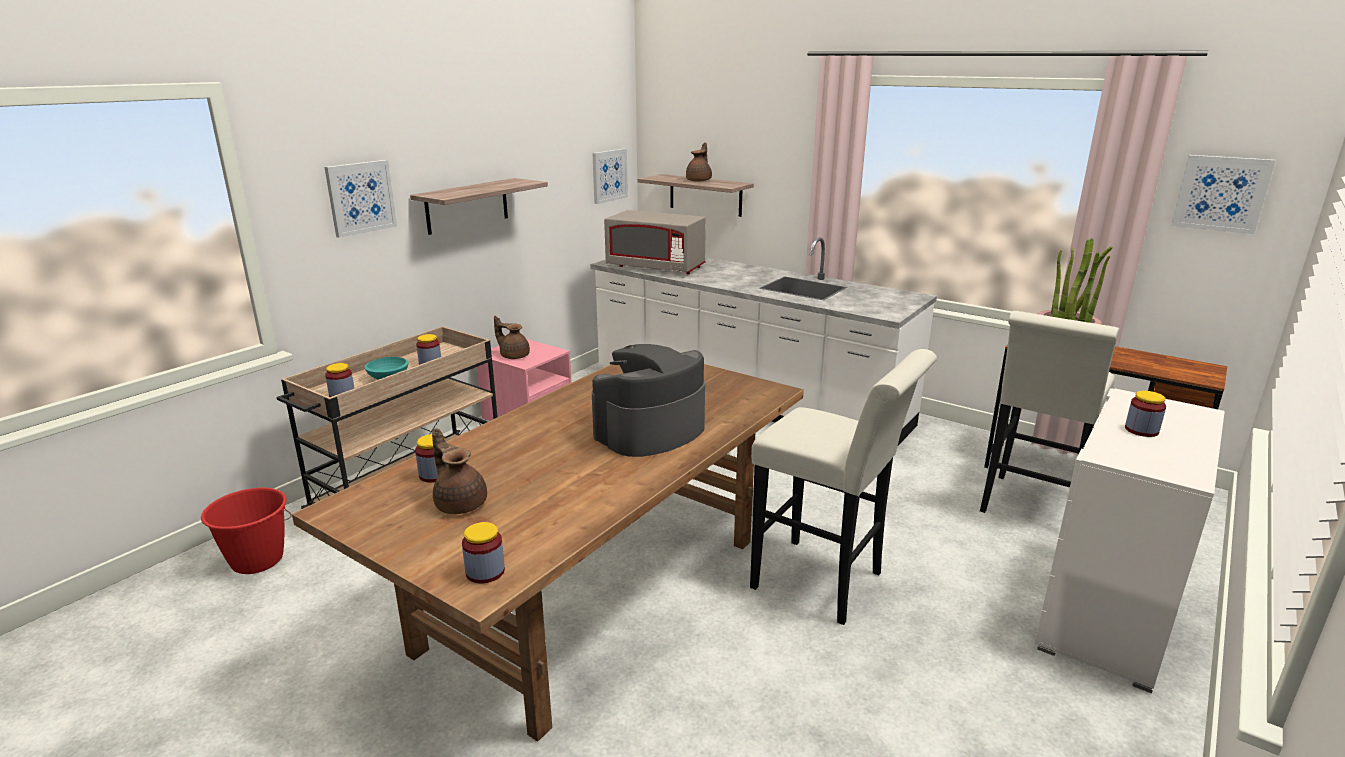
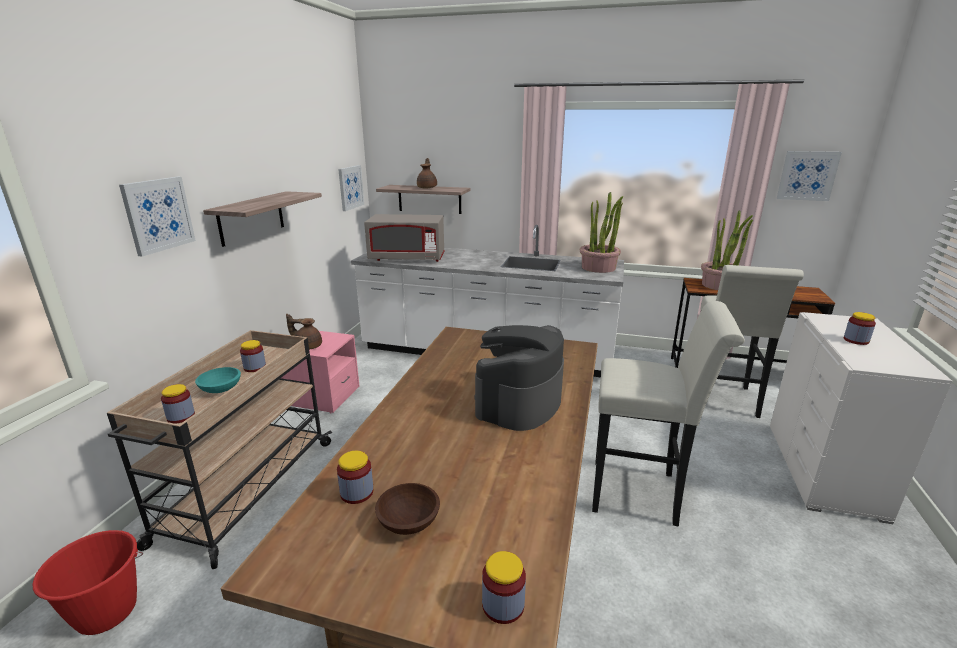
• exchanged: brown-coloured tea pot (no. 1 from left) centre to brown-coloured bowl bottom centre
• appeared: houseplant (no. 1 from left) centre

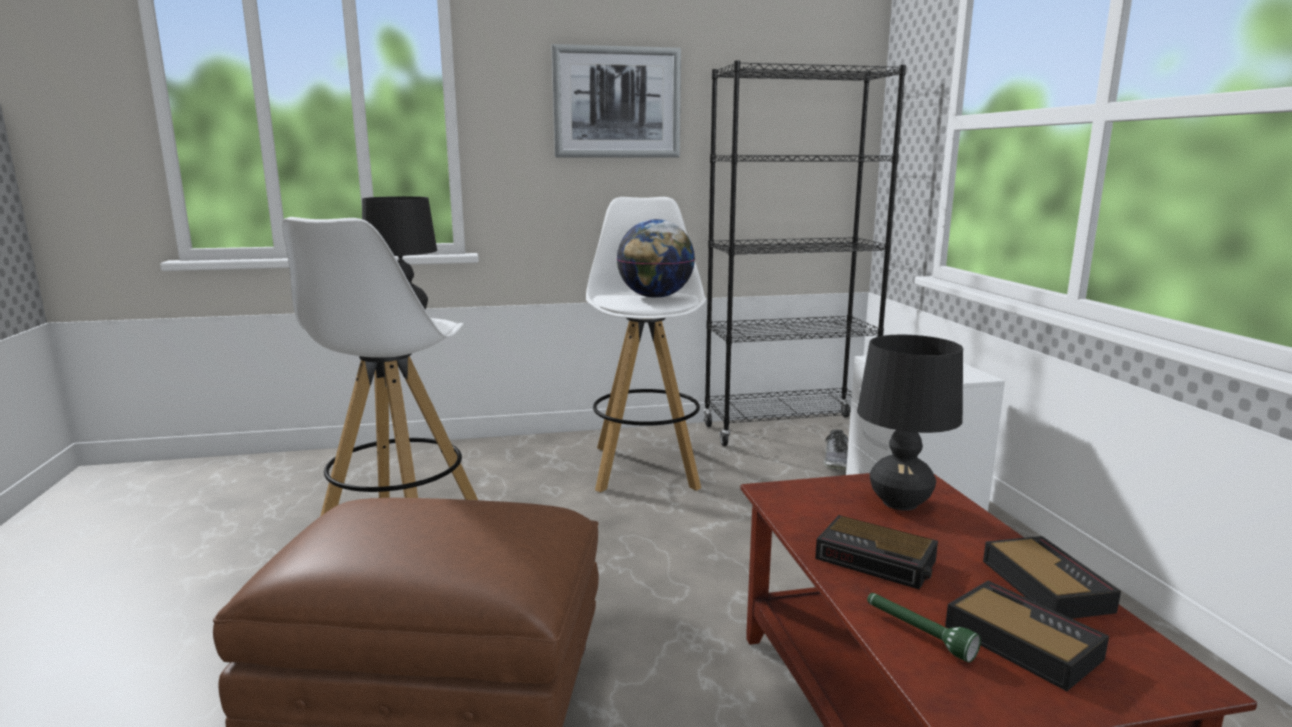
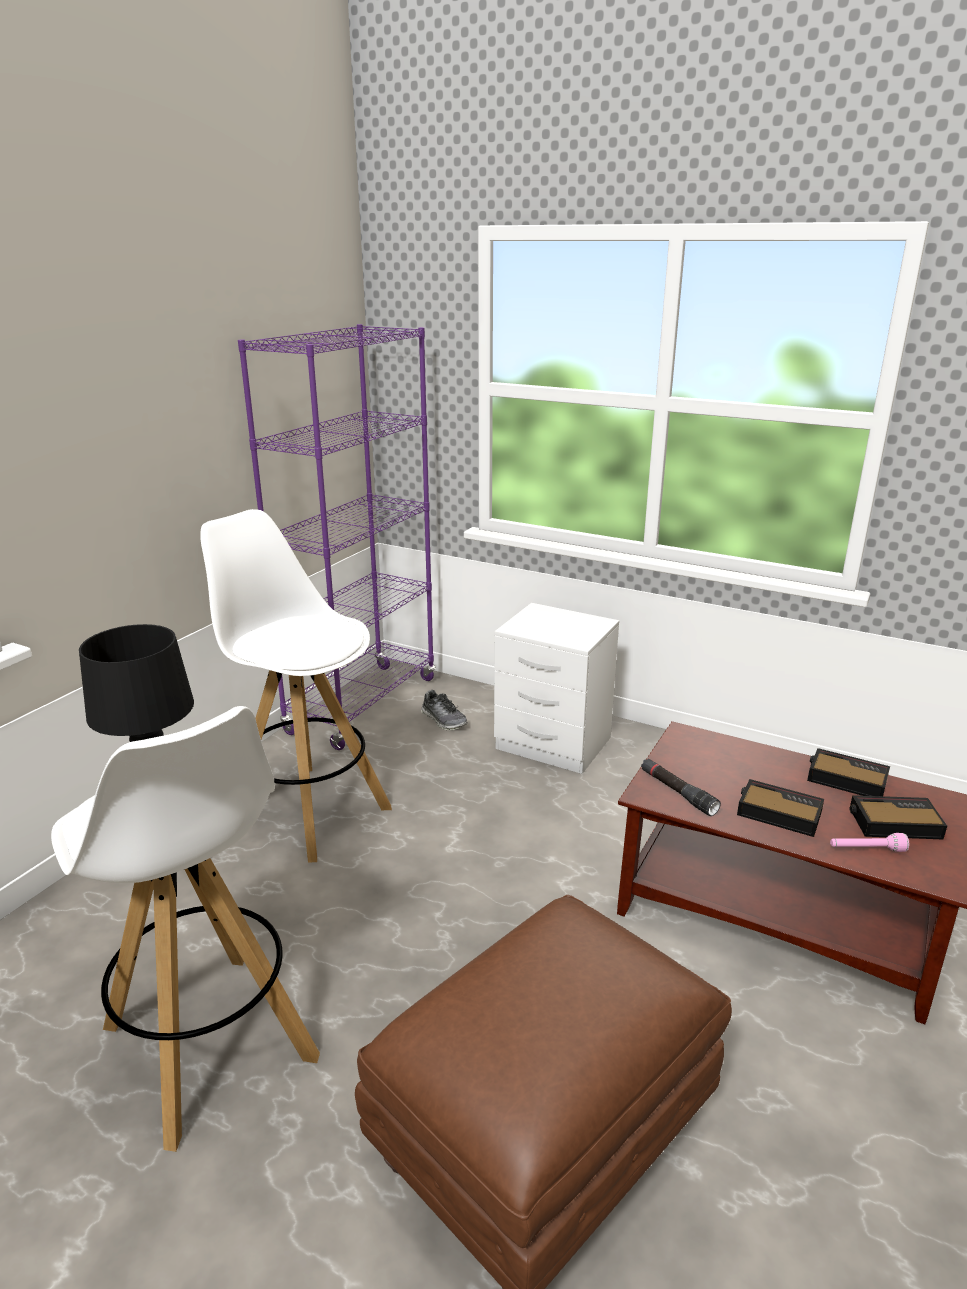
• colour: blackish bookcase centre to purple bookcase centre
• appeared: blackish flashlight middle right
• spun: table clock (no. 1 from left) bottom right = middle right 135 degrees counterclockwise
• colour: greenish flashlight bottom right to pink flashlight middle right
• missing: wall picture top centre
• missing: globe centre
• missing: blackish lamp for a table (no. 2 from left) middle right

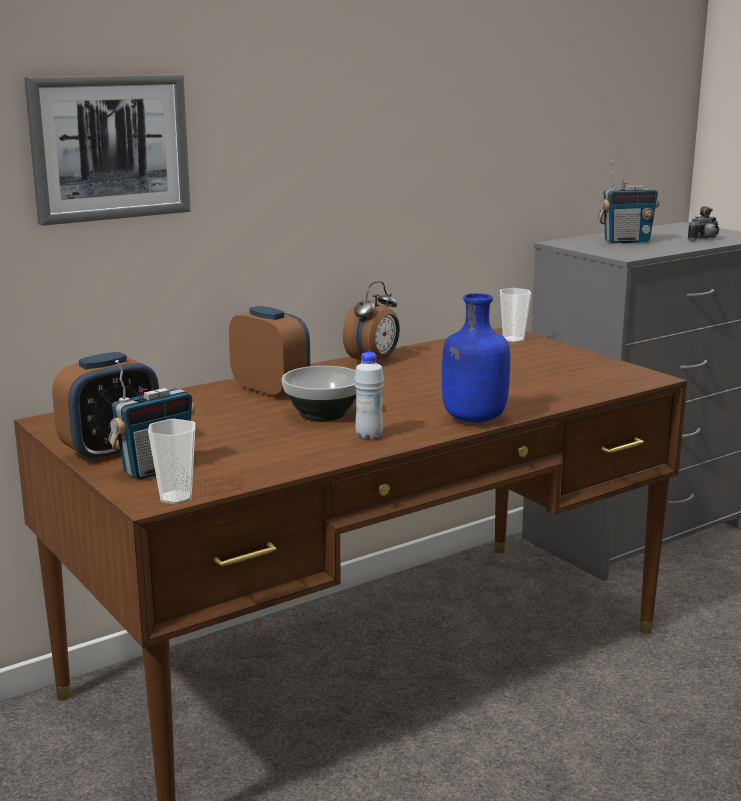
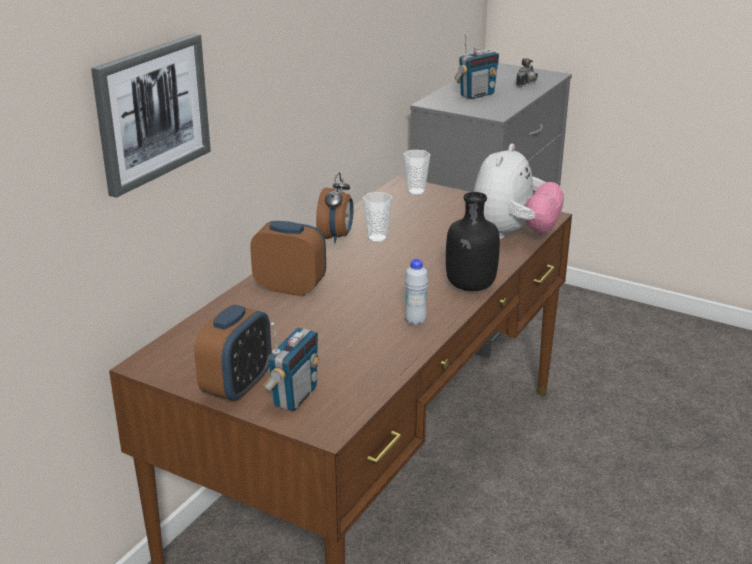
• relocated: small cup (no. 1 from left) middle left to centre
• colour: blue-coloured bottle centre to blackish bottle centre
• appeared: soft toy middle right
• missing: bowl centre

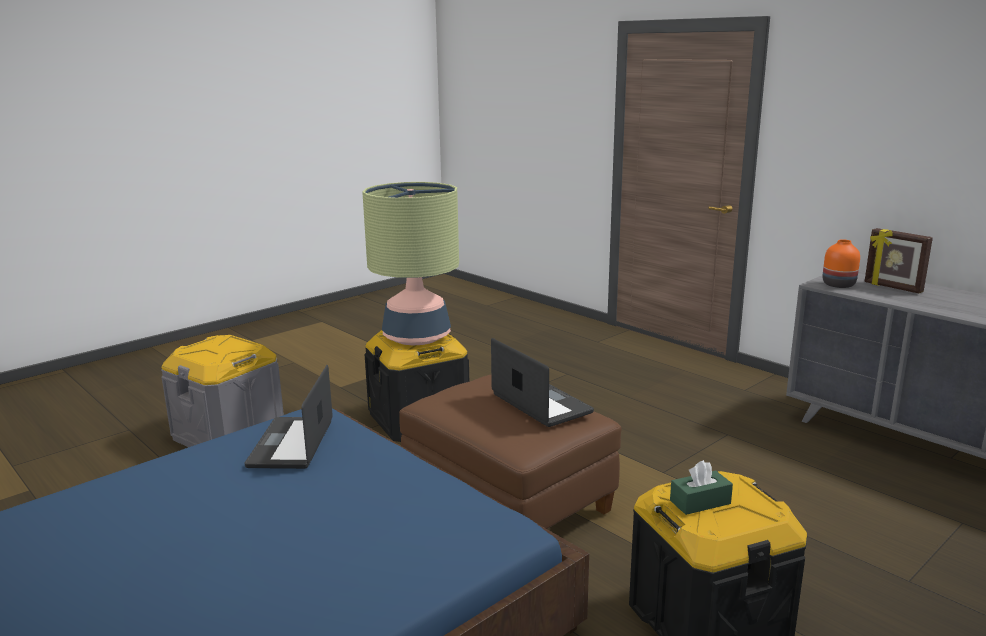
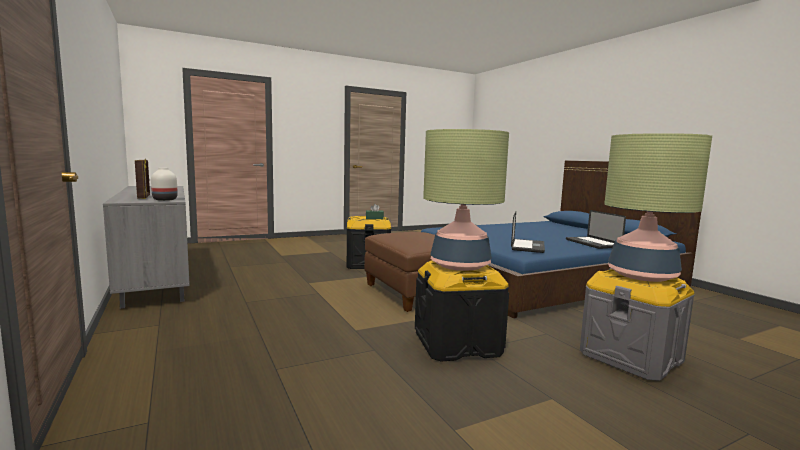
• colour: orange-coloured vase middle right to white vase middle left
• relocated: portable computer (no. 2 from left) centre to middle right
• appeared: lamp for a table (no. 2 from left) middle right

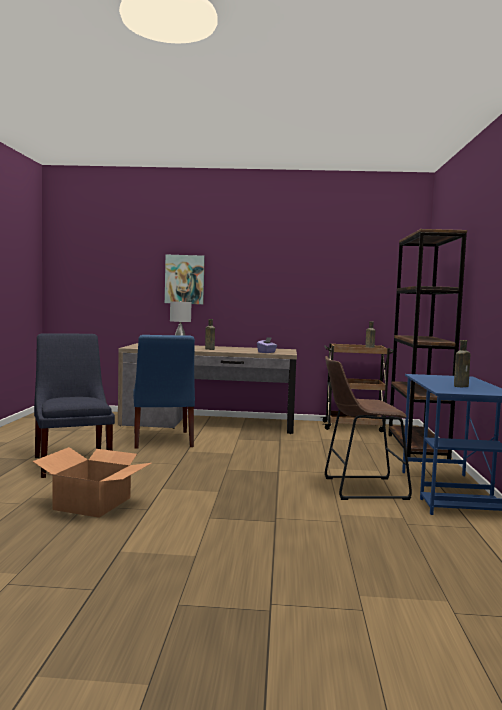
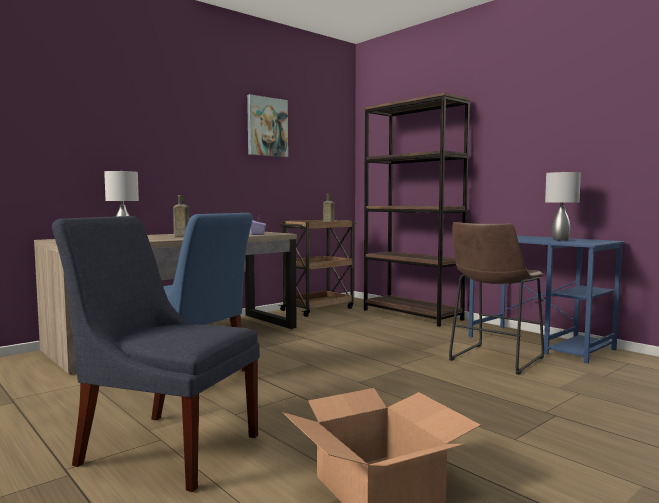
• relocated: wall picture centre to top centre
• exchanged: brown-coloured bottle (no. 3 from left) middle right to grey lamp for a table (no. 2 from left) middle right

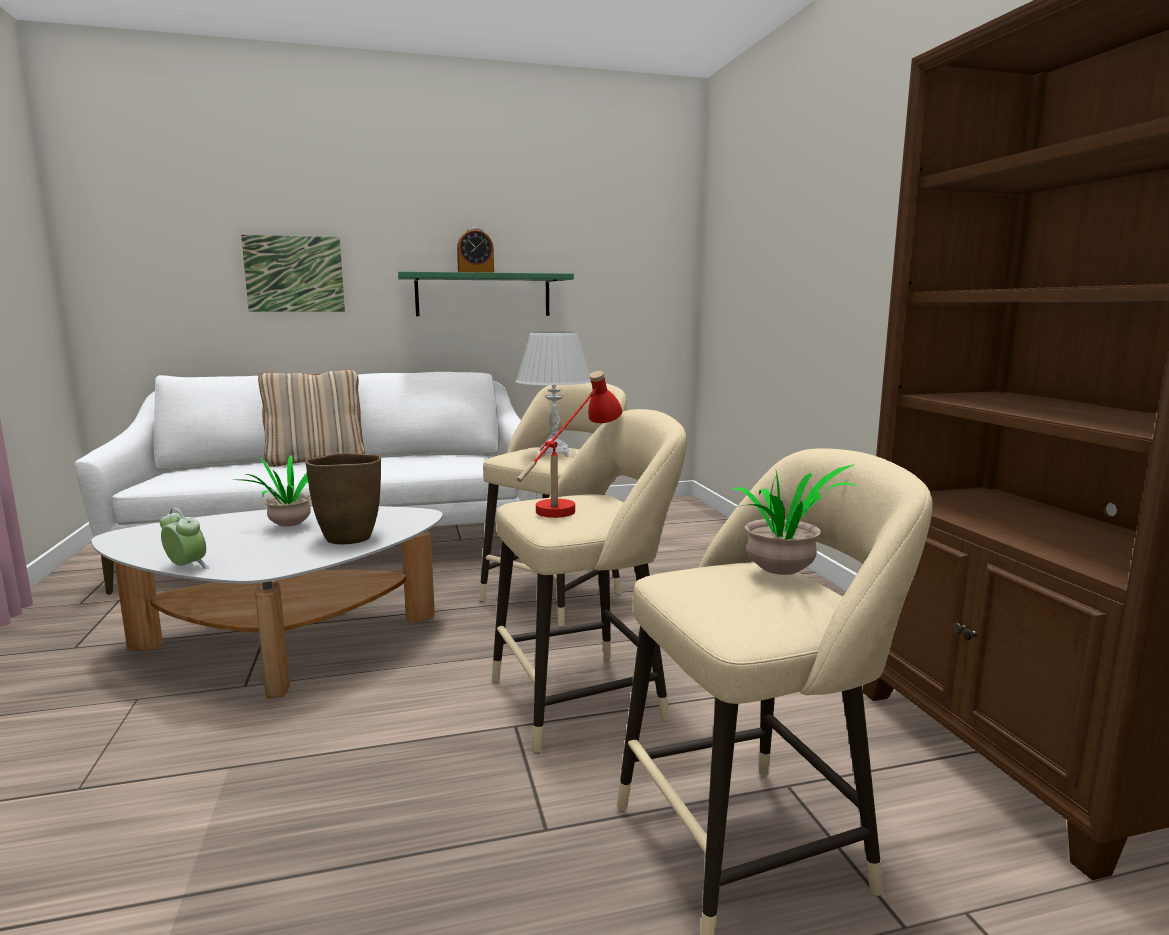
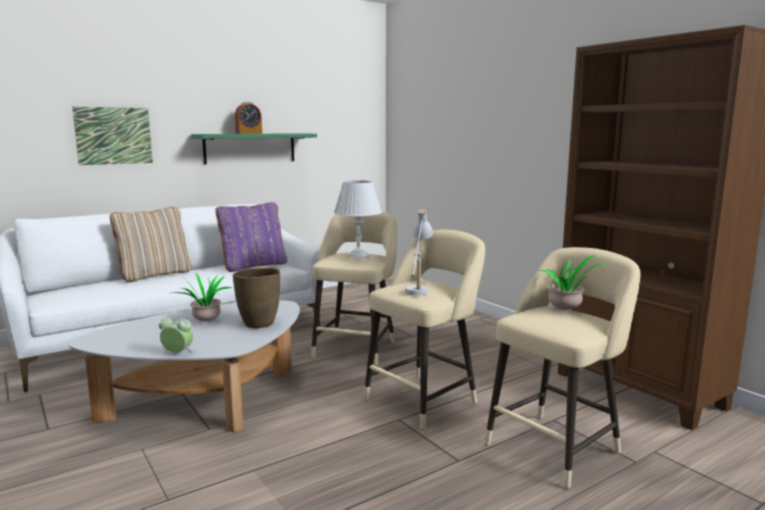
• appeared: purple cushion middle left
• colour: red lamp for a table centre to white lamp for a table (no. 2 from left) centre

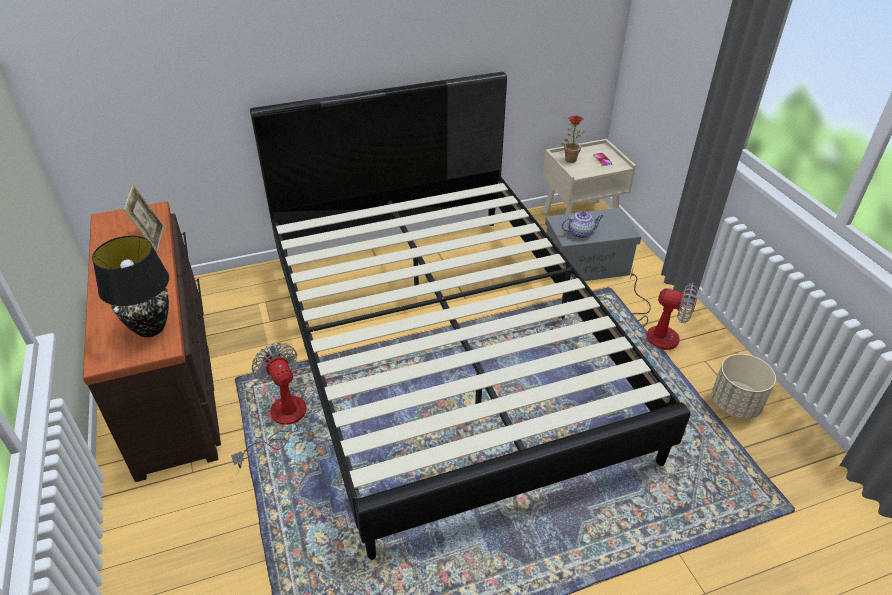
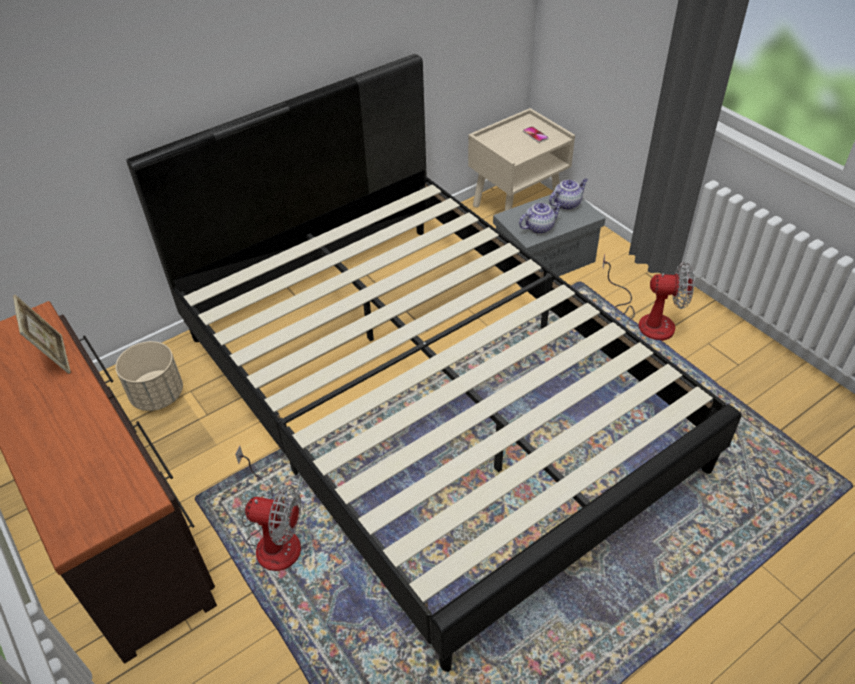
• relocated: sand-coloured flower pot middle right to middle left
• spun: cooling fan (no. 1 from left) bottom left = bottom left 150 degrees clockwise
• appeared: tea pot (no. 2 from left) top centre
• missing: blackish lamp for a table middle left
• missing: houseplant top centre

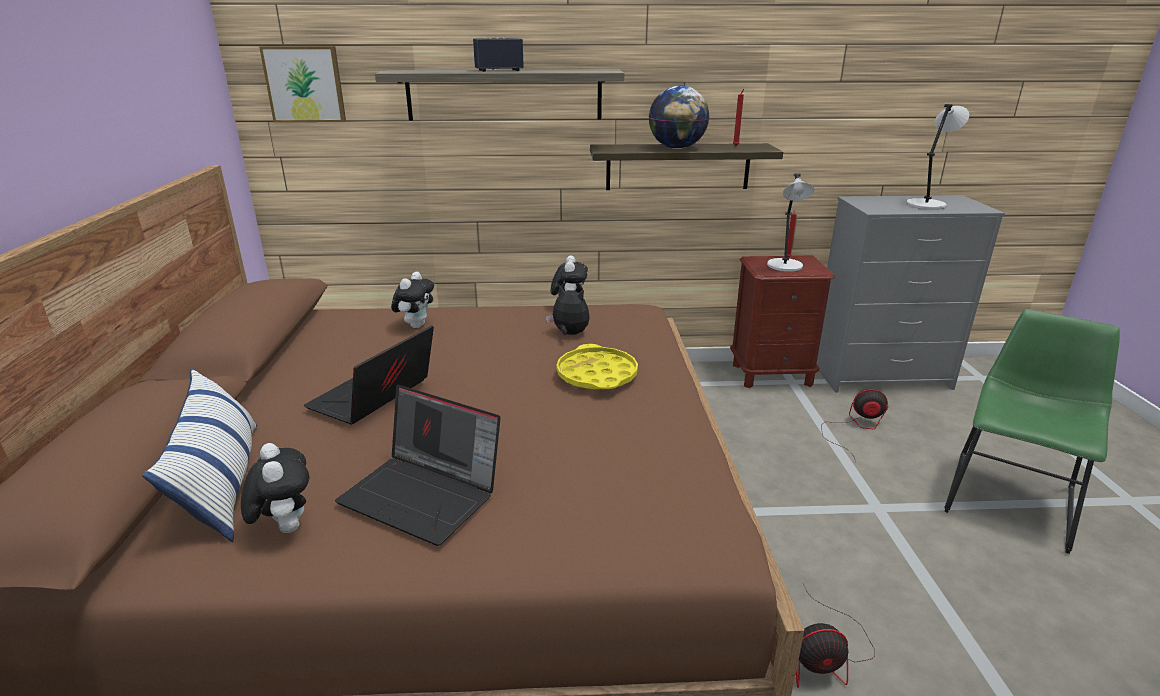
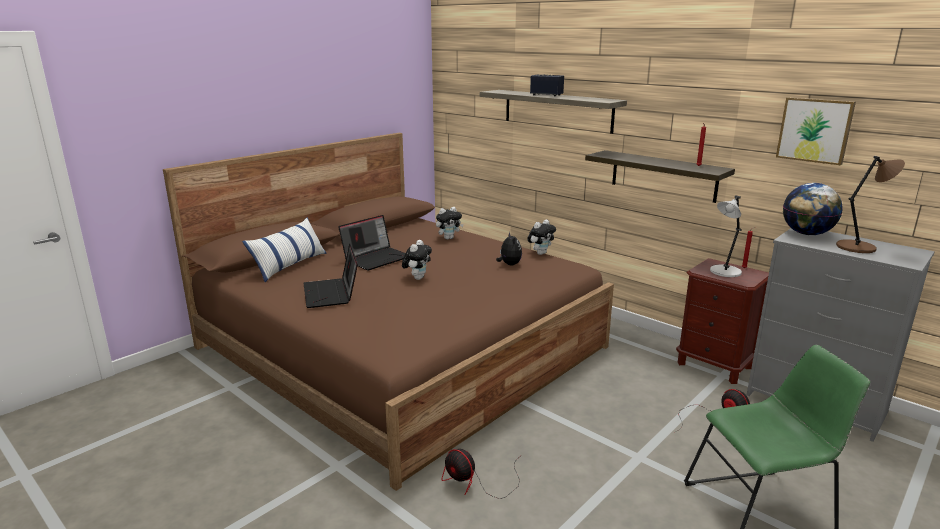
• spun: portable computer (no. 1 from left in the first image) middle left = centre 150 degrees clockwise
• relocated: soft toy (no. 1 from left) bottom left to centre
• relocated: wall picture top left to top right
• relocated: globe top centre to middle right
• colour: grey lamp for a table (no. 2 from left) top right to brown-coloured lamp for a table middle right
• missing: yellowish carrying tray centre

